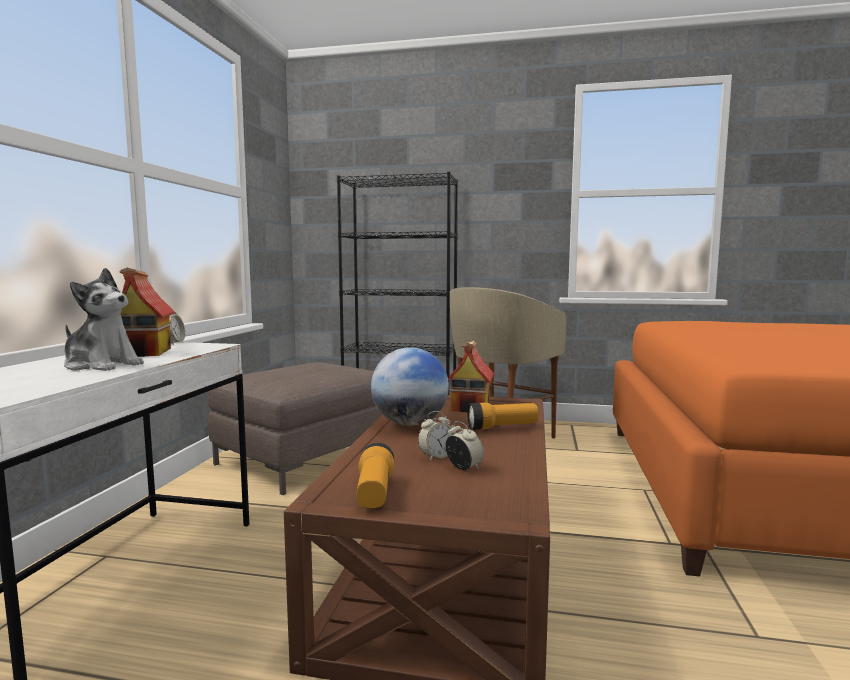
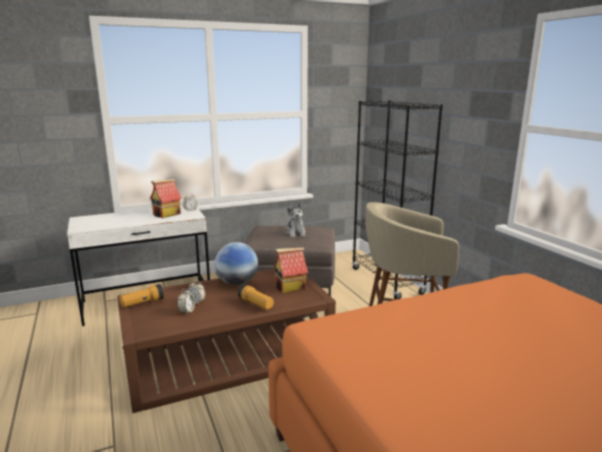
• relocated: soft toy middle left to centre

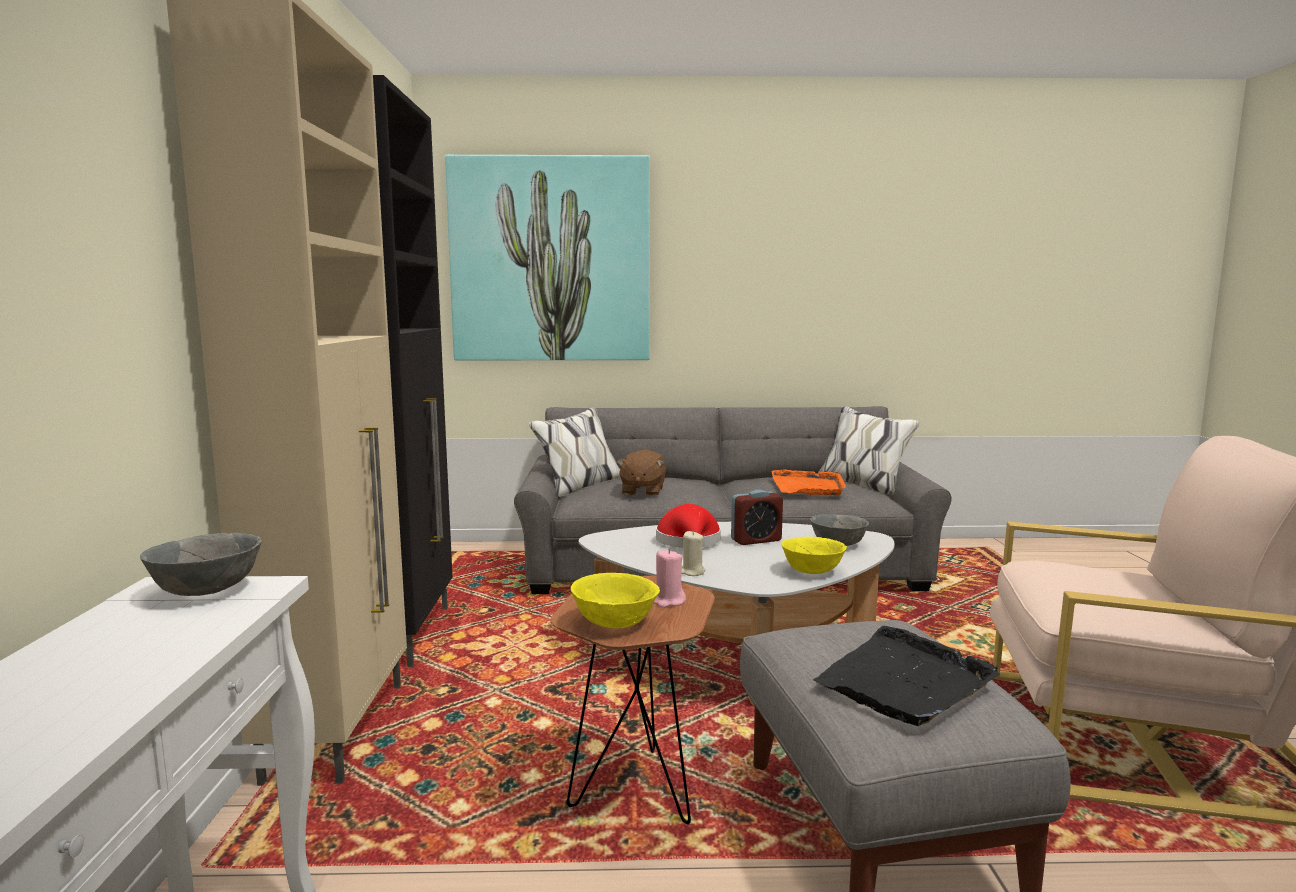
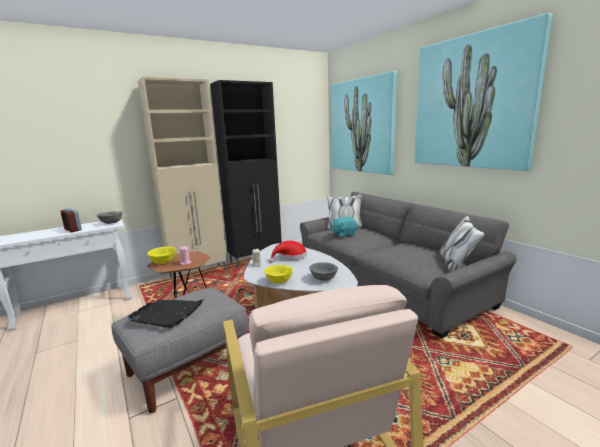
• relocated: table clock centre to middle left
• colour: brown-coloured soft toy centre to turquoise soft toy centre
• appeared: wall picture (no. 2 from left) top right
• missing: orange-coloured carrying tray centre

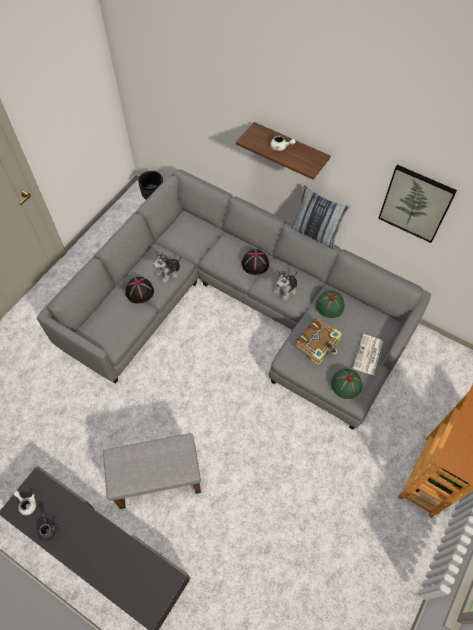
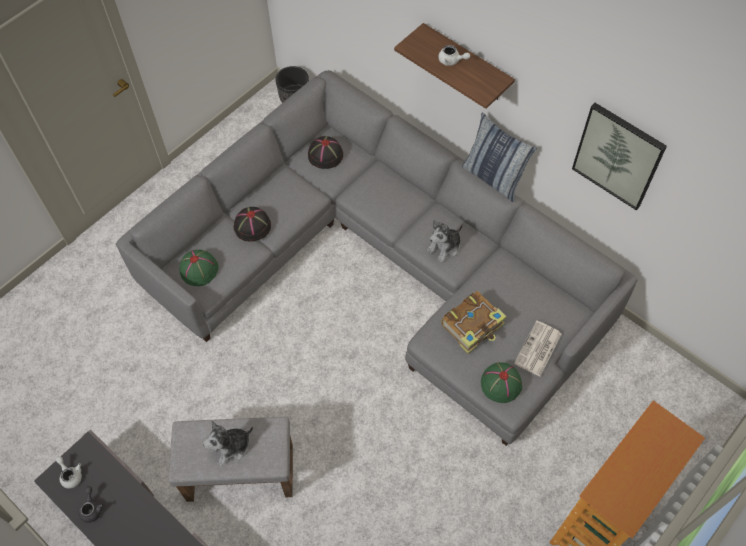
• relocated: greenish hat (no. 1 from left) middle right to middle left
• relocated: soft toy (no. 1 from left) centre to bottom left
• relocated: blackish hat (no. 2 from left) centre to top centre

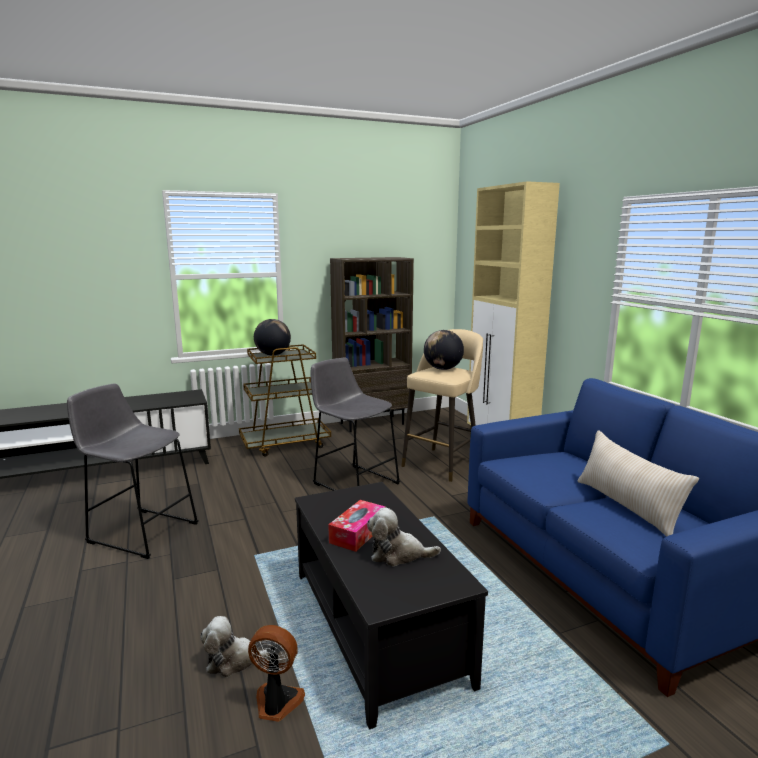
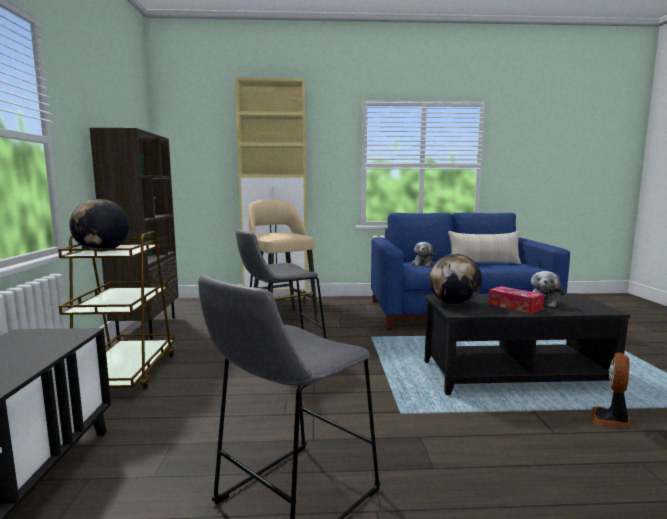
• relocated: soft toy (no. 1 from left) bottom left to centre
• relocated: globe (no. 2 from left) centre to middle right

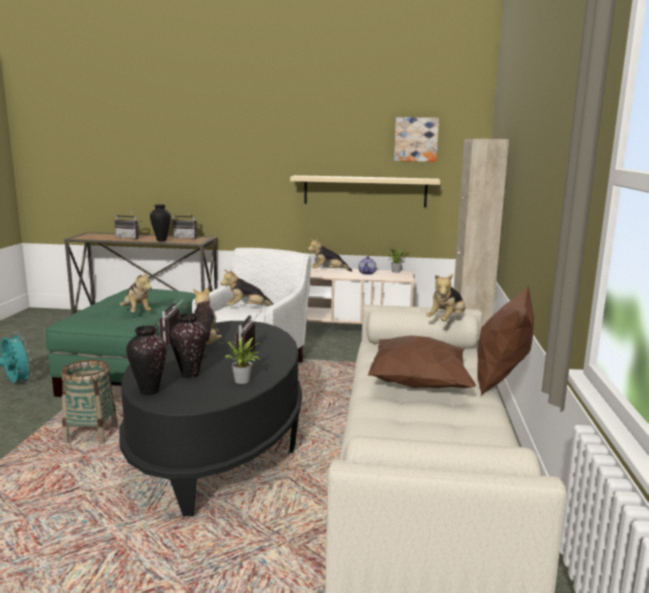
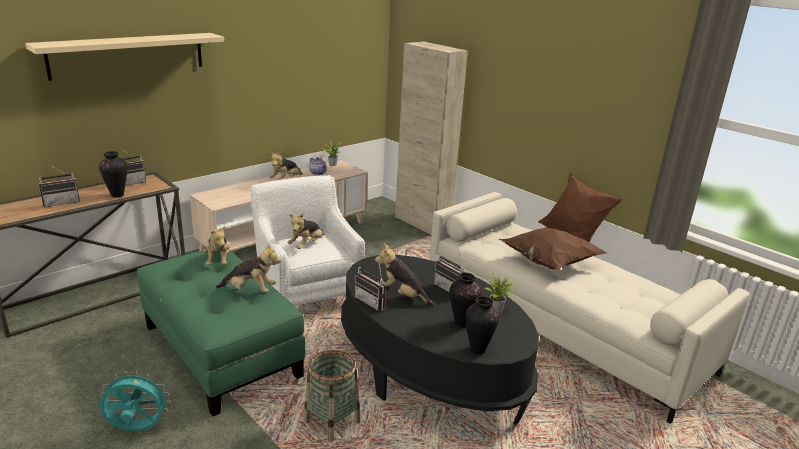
• relocated: sand-coloured bracket shelf top centre to top left
• relocated: soft toy (no. 5 from left in the first image) middle right to soft toy (no. 1 from left) middle left
• missing: wall picture top centre

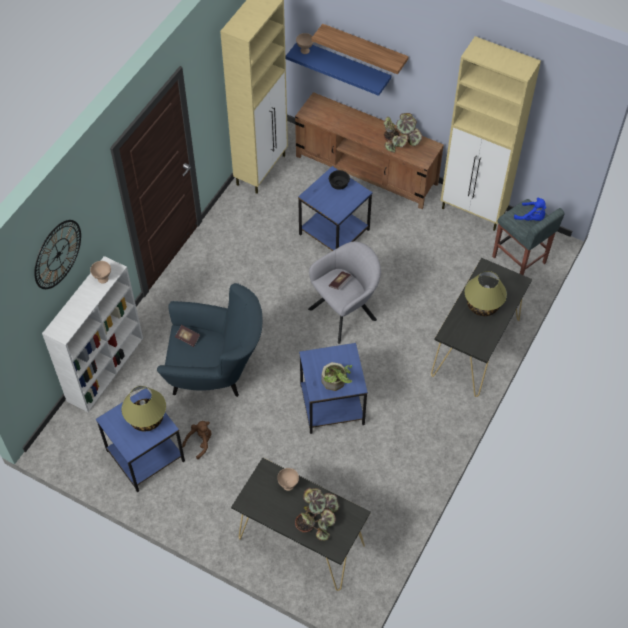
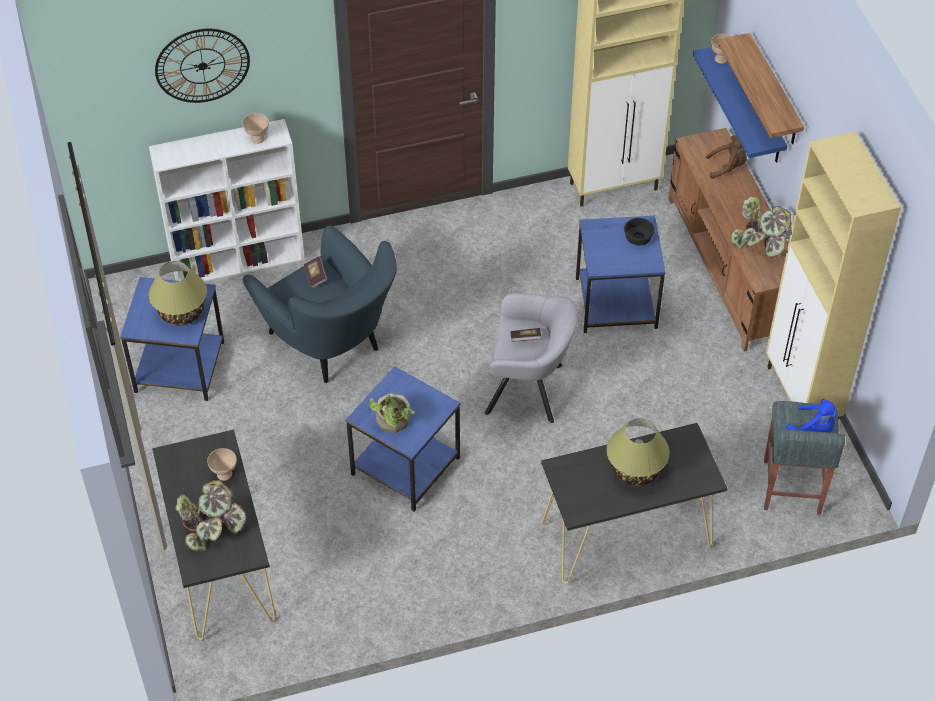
• relocated: brown-coloured soft toy bottom left to top right
• spun: blue-coloured soft toy top right = middle right 45 degrees counterclockwise

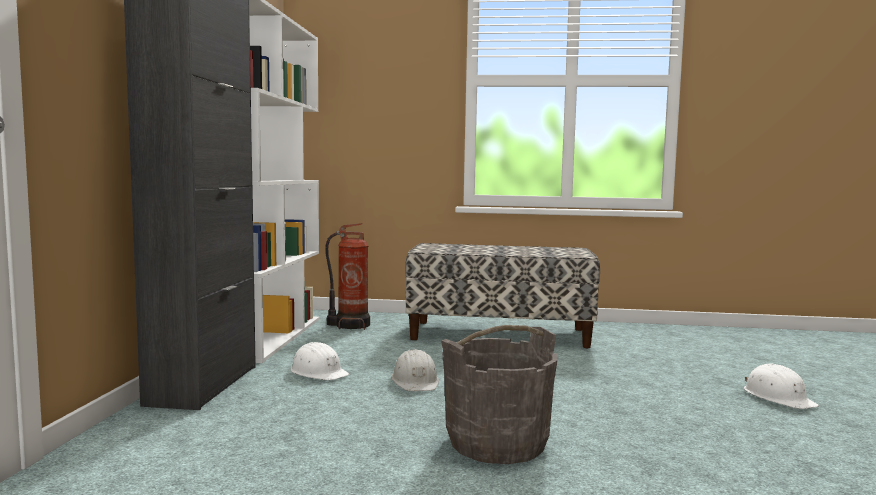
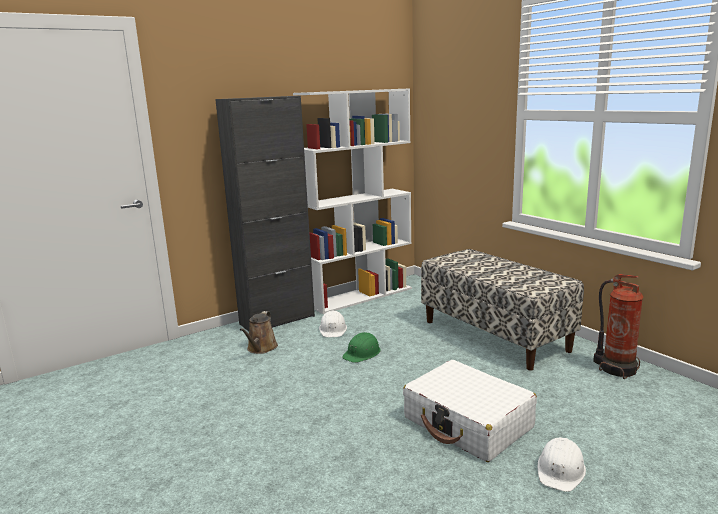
• appeared: brown-coloured watering can centre
• colour: white work helmet (no. 2 from left) bottom centre to greenish work helmet bottom centre
• appeared: white suitcase bottom centre
• relocated: extinguisher centre to middle right
• missing: grey bucket bottom centre

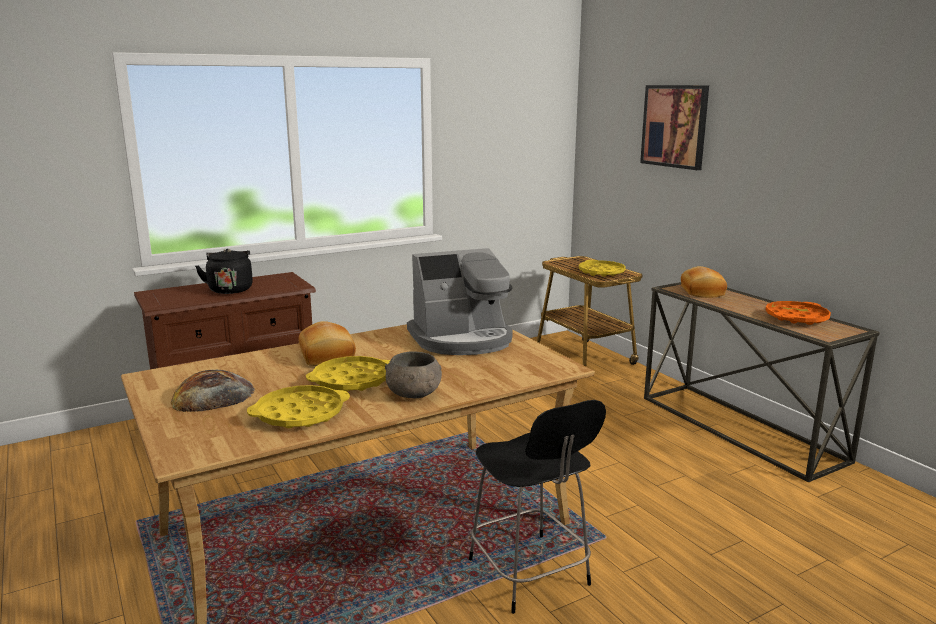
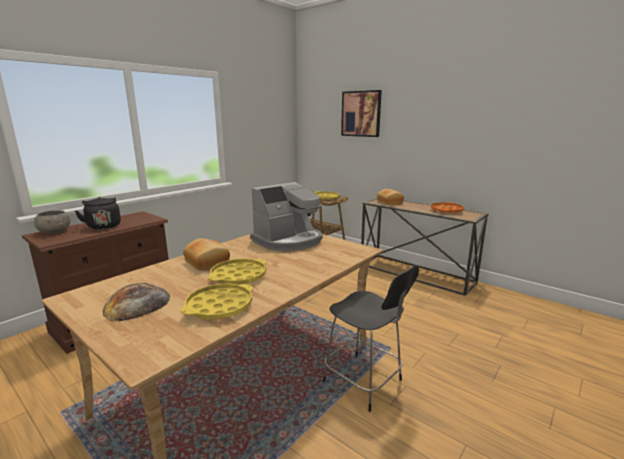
• relocated: grey bowl centre to middle left

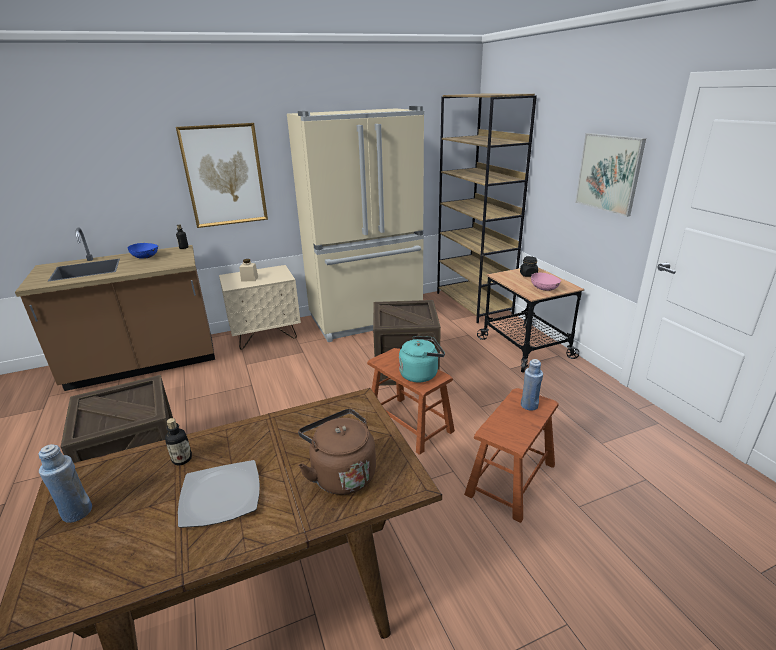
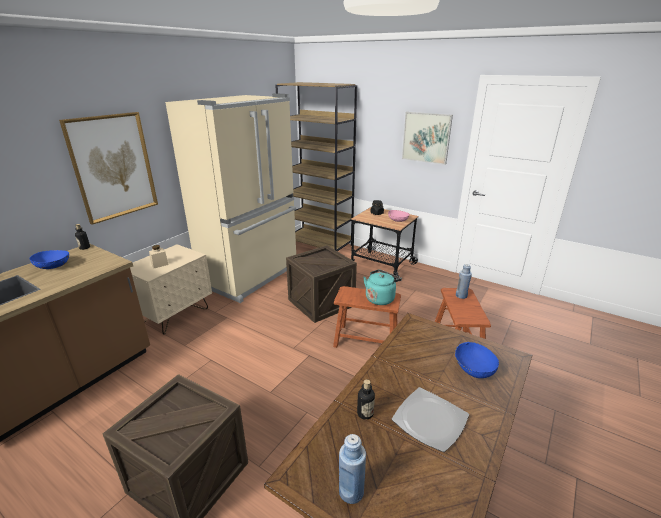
• exchanged: brown-coloured kettle bottom centre to blue-coloured bowl (no. 2 from left) bottom right

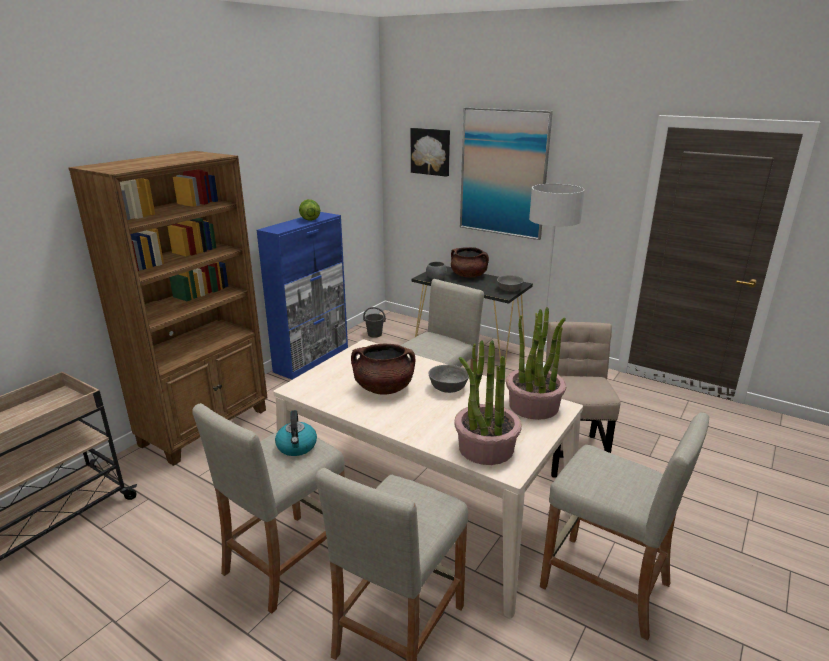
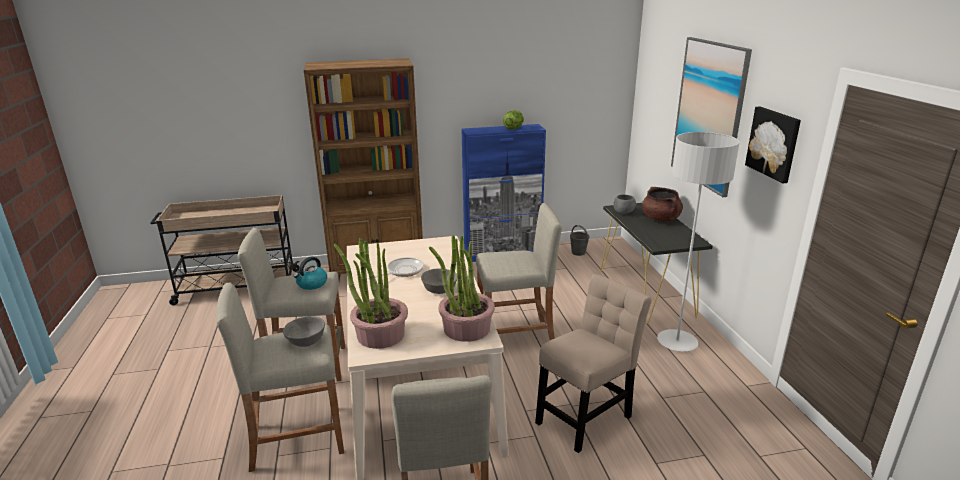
• relocated: grey bowl (no. 3 from left in the first image) centre to grey bowl (no. 1 from left) bottom left
• exchanged: brown-coloured saucepot (no. 1 from left) centre to pan centre
• relocated: wall picture (no. 1 from left in the first image) top centre to wall picture (no. 2 from left) top right

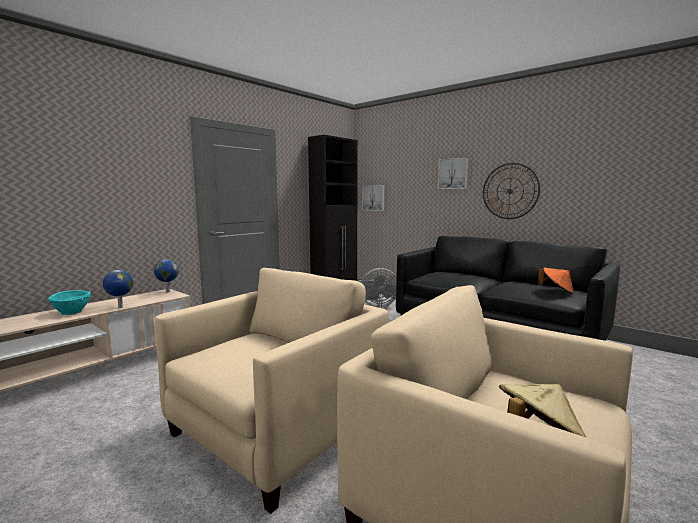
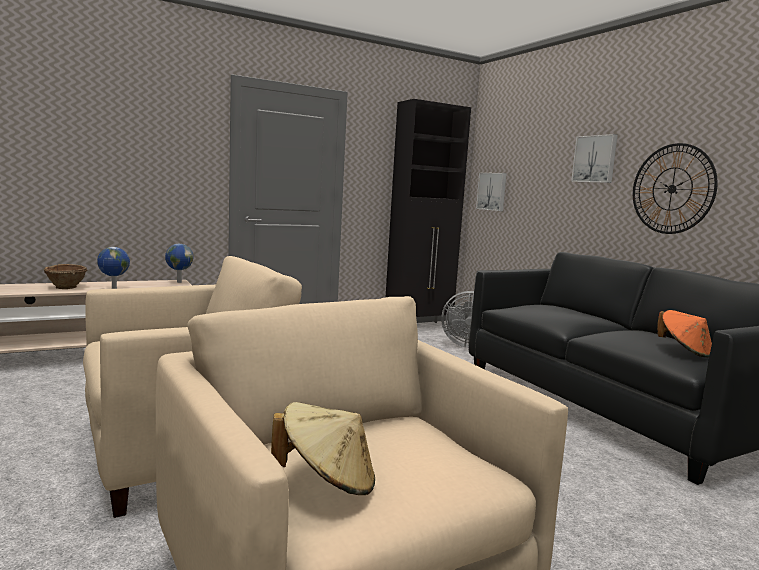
• colour: turquoise bowl middle left to brown-coloured bowl middle left

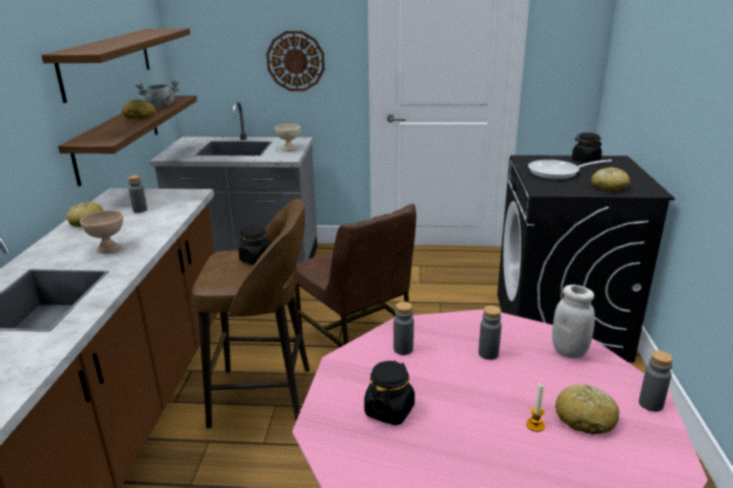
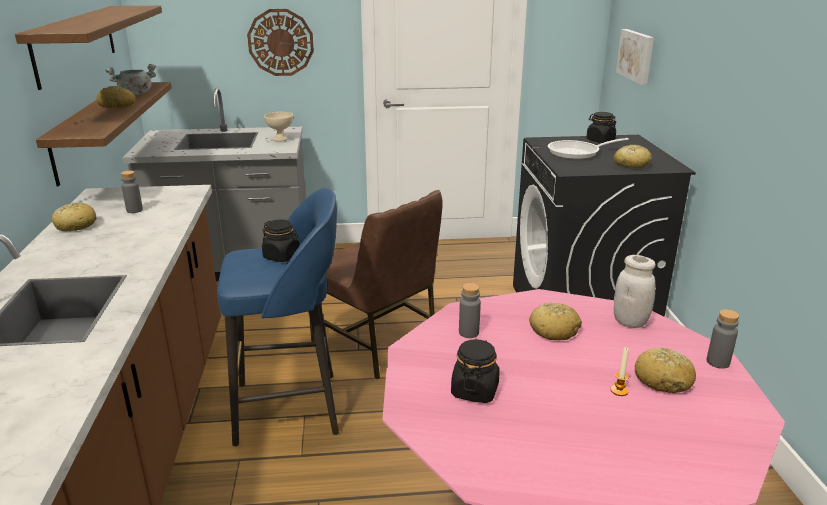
• colour: brown-coloured stool centre to blue-coloured stool centre
• exchanged: grey bottle (no. 3 from left) bottom right to bread (no. 3 from left) middle right
• appeared: wall picture top right
• missing: sand-coloured bowl (no. 1 from left) middle left

